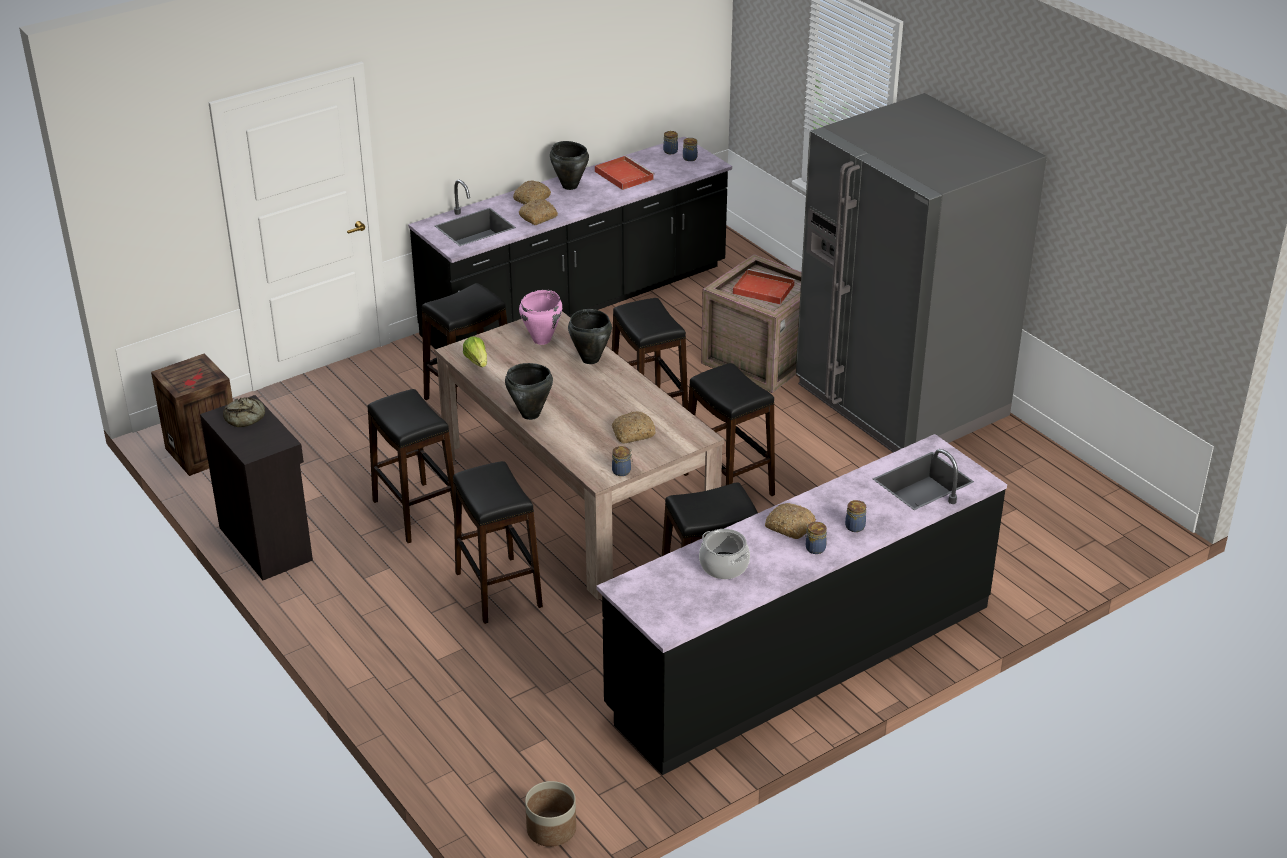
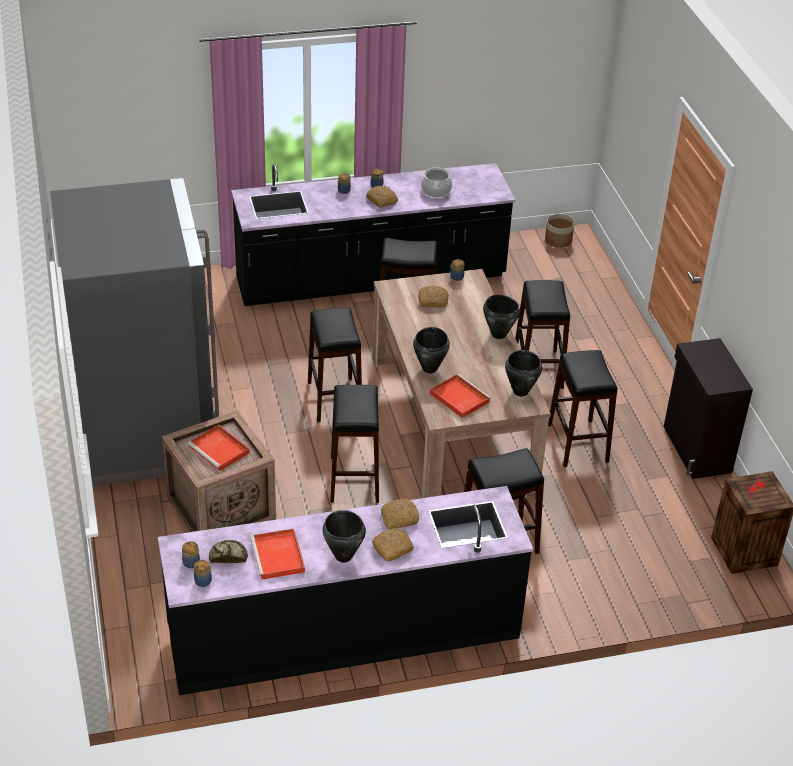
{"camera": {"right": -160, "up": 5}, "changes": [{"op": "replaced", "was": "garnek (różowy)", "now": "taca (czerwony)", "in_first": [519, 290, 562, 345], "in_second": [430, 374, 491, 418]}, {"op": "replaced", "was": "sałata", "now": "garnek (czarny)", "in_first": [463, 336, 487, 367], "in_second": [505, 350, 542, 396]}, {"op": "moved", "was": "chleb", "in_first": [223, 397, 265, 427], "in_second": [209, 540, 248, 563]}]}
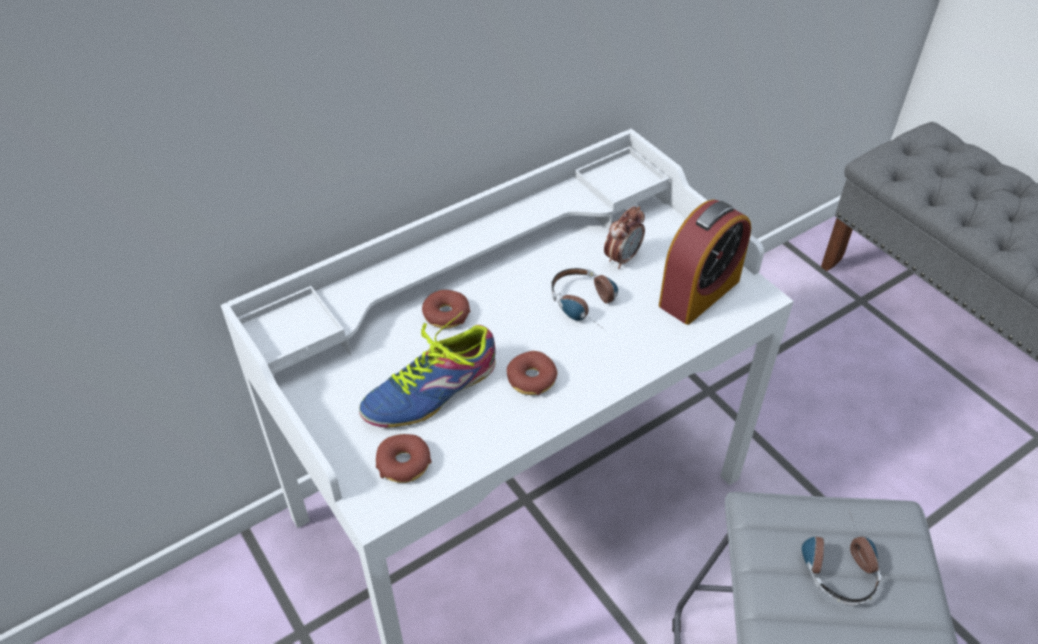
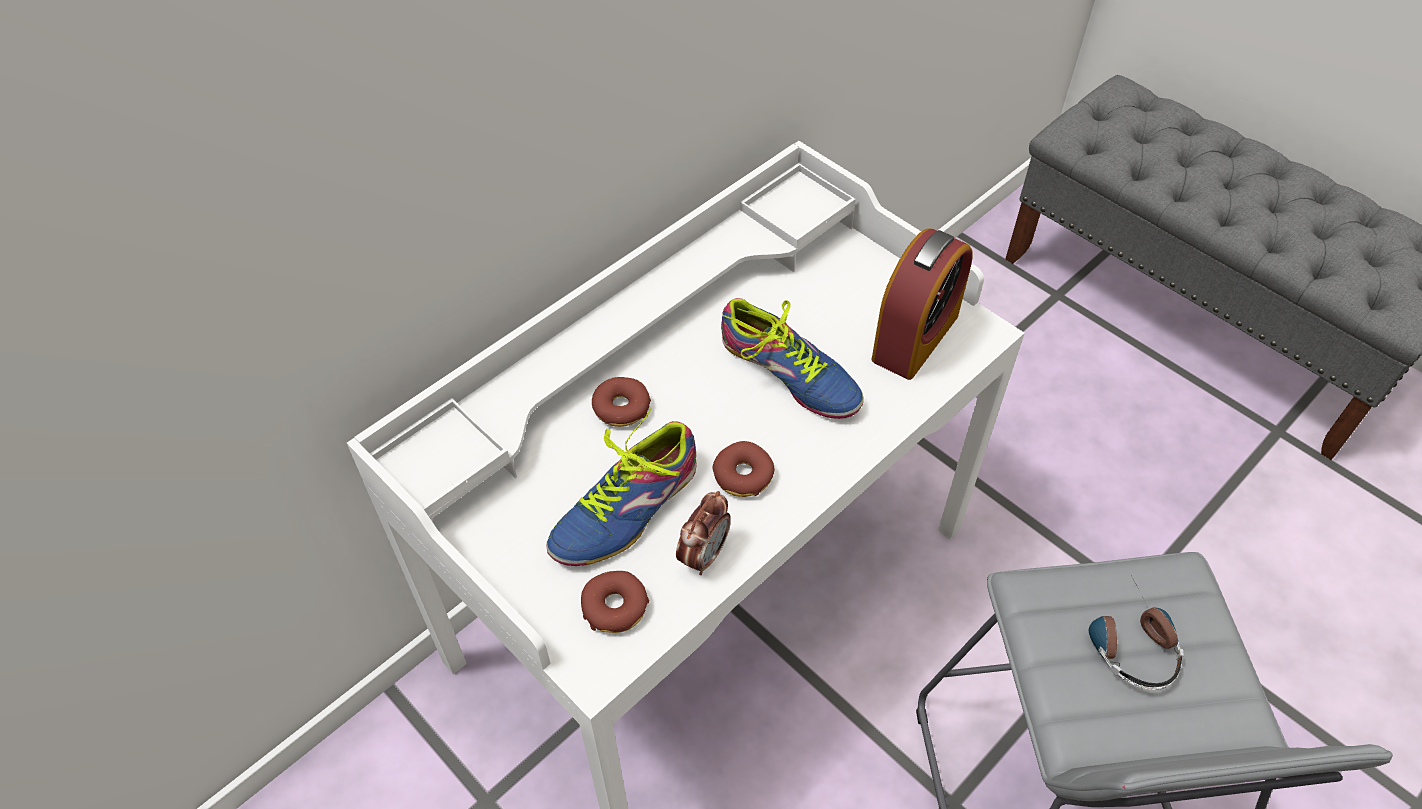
{"camera": {"right": -10, "up": 5}, "changes": [{"op": "moved", "was": "budzik", "in_first": [604, 206, 645, 269], "in_second": [676, 491, 731, 575]}, {"op": "replaced", "was": "słuchawki", "now": "but", "in_first": [551, 268, 618, 330], "in_second": [721, 298, 864, 419]}]}
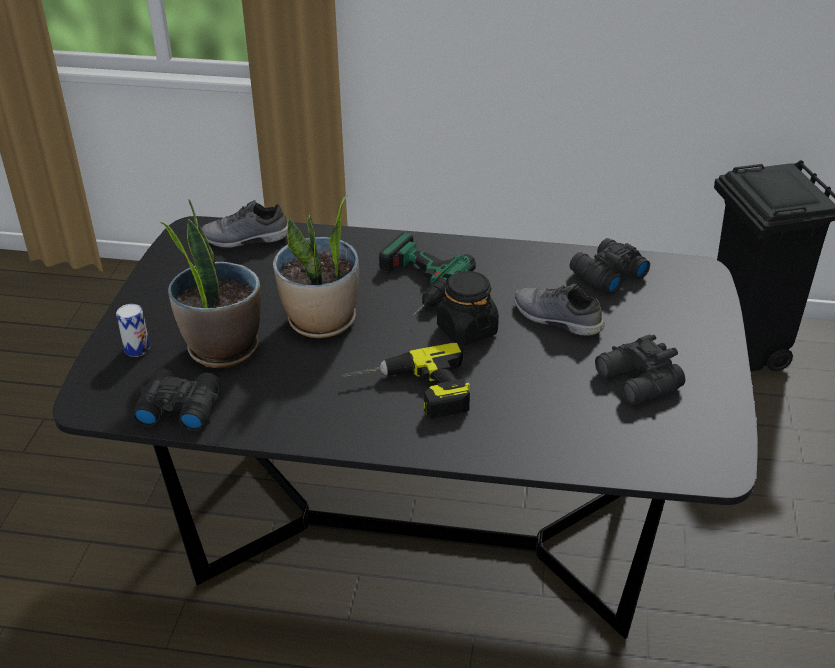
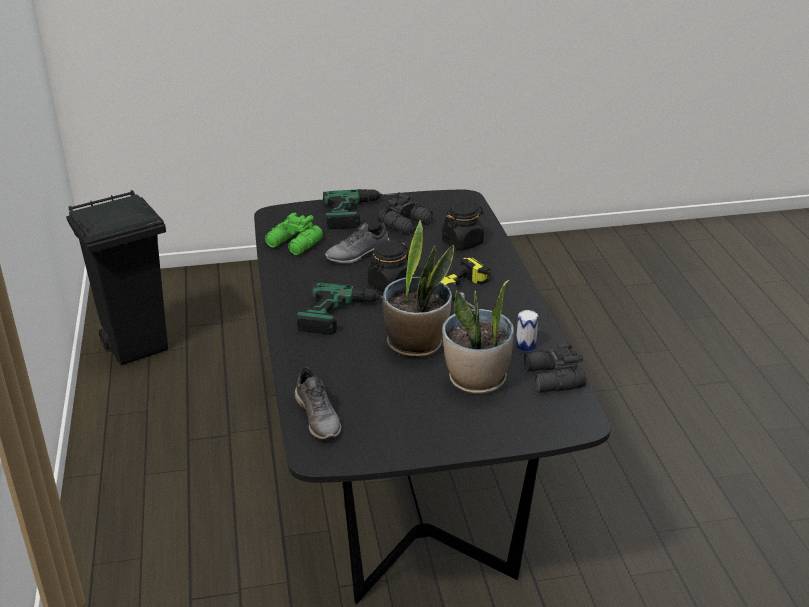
{"camera": {"right": -110, "up": -5}, "changes": [{"op": "recoloured", "was": "lornetka (czarny)", "now": "lornetka (zielony)", "in_first": [570, 238, 650, 294], "in_second": [265, 213, 323, 255]}, {"op": "turned", "was": "but (szary)", "in_first": [514, 284, 604, 336], "in_second": [324, 222, 389, 264], "clockwise": 45}, {"op": "moved", "was": "puszka", "in_first": [116, 304, 150, 357], "in_second": [516, 310, 538, 352]}, {"op": "added", "now": "wiertarka", "in_second": [323, 189, 395, 229]}, {"op": "added", "now": "słoik (czarny)", "in_second": [442, 201, 484, 250]}]}
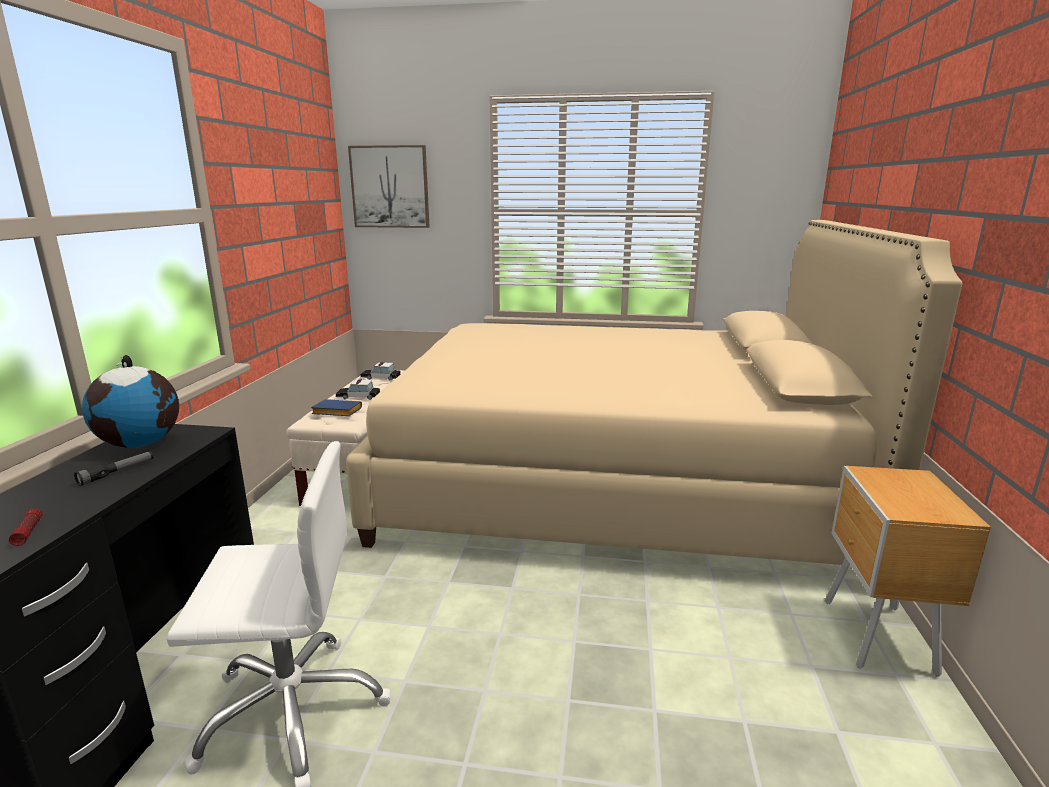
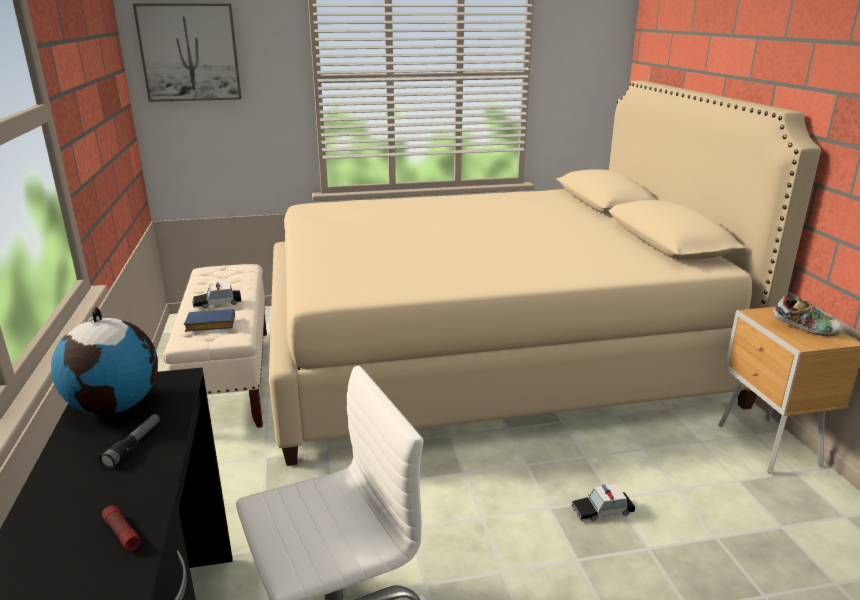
{"camera": {"right": -20, "up": 5}, "changes": [{"op": "moved", "was": "samochodzik", "in_first": [360, 361, 401, 381], "in_second": [571, 484, 635, 521]}, {"op": "added", "now": "but", "in_second": [773, 296, 843, 336]}]}
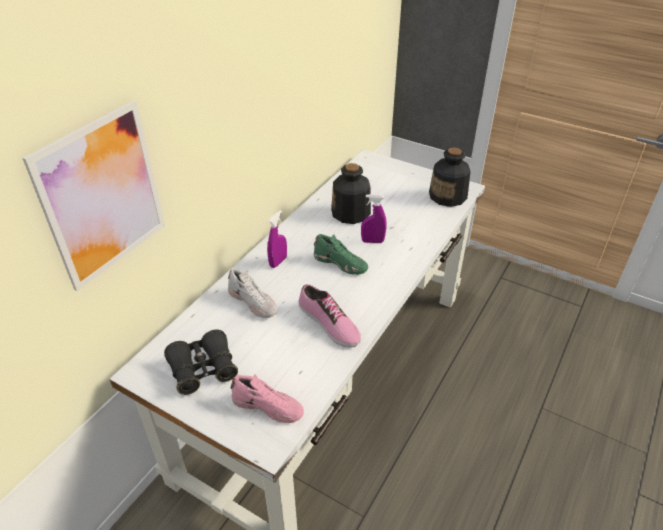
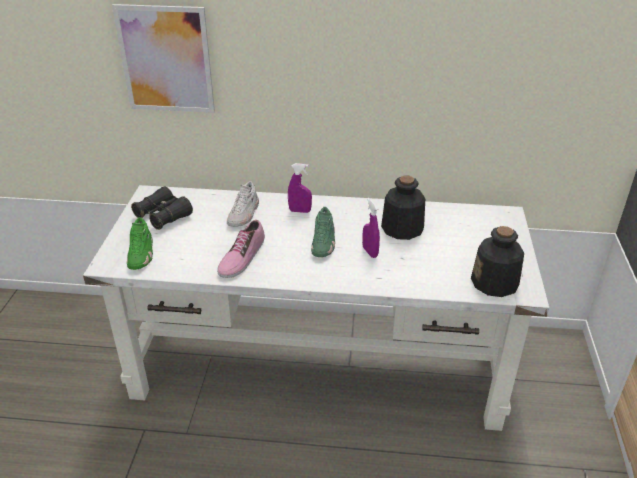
{"camera": {"right": 65, "up": -5}, "changes": [{"op": "recoloured", "was": "but (różowy)", "now": "but (zielony)", "in_first": [231, 374, 304, 423], "in_second": [127, 217, 153, 270]}]}
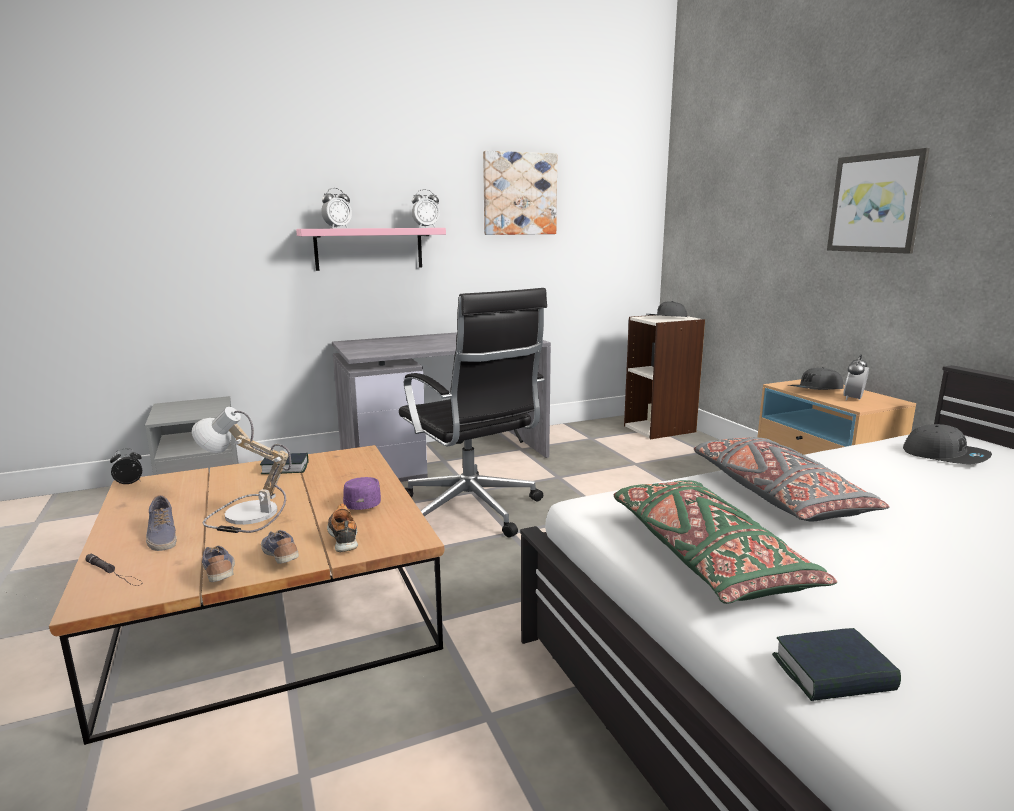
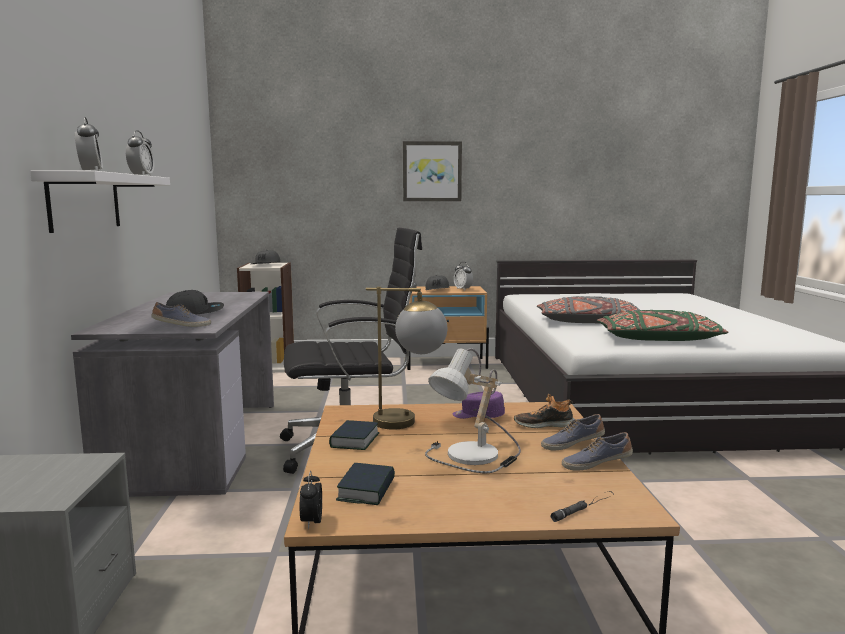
{"camera": {"right": -70, "up": -5}, "changes": [{"op": "removed", "was": "obraz", "in_first": [483, 151, 557, 235]}, {"op": "recoloured", "was": "półka (różowy)", "now": "półka (biały)", "in_first": [296, 228, 446, 271], "in_second": [30, 170, 170, 233]}, {"op": "moved", "was": "czapka z daszkiem (szary)", "in_first": [903, 424, 992, 464], "in_second": [166, 290, 224, 315]}, {"op": "moved", "was": "but", "in_first": [146, 495, 176, 551], "in_second": [151, 302, 211, 327]}, {"op": "moved", "was": "książka", "in_first": [772, 628, 901, 701], "in_second": [336, 463, 395, 505]}, {"op": "added", "now": "lampa stołowa", "in_second": [366, 286, 447, 430]}]}
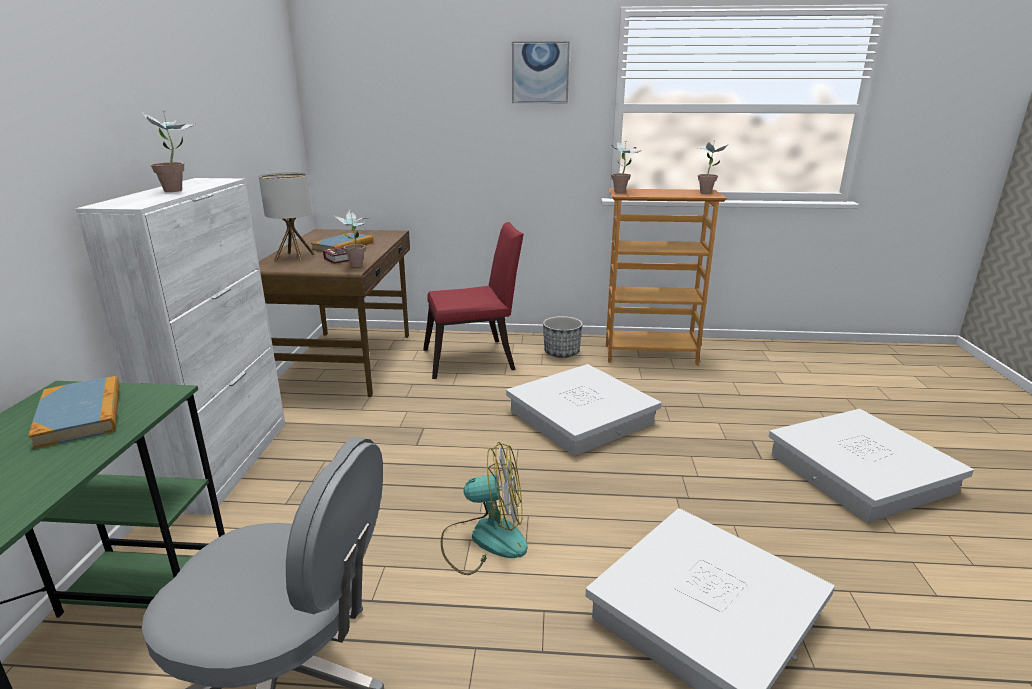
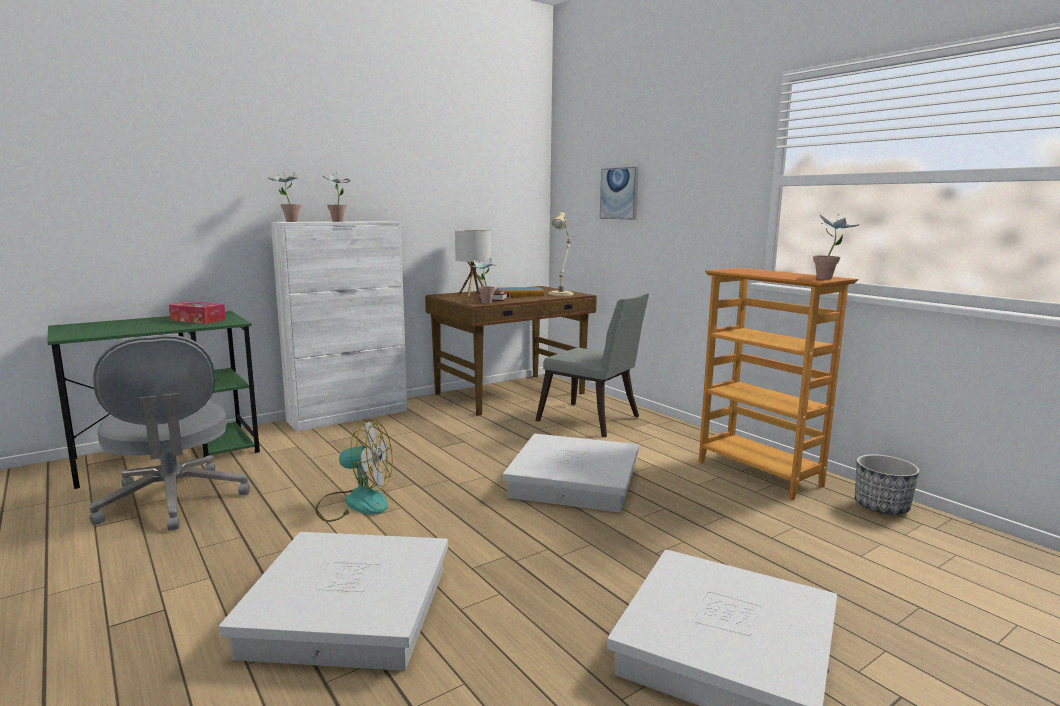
{"camera": {"right": 50, "up": -10}, "changes": [{"op": "moved", "was": "obraz", "in_first": [512, 41, 570, 103], "in_second": [600, 167, 639, 220]}, {"op": "moved", "was": "roślina doniczkowa", "in_first": [611, 140, 641, 193], "in_second": [269, 172, 301, 222]}, {"op": "recoloured", "was": "krzesło (czerwony)", "now": "krzesło (szary)", "in_first": [423, 222, 524, 379], "in_second": [535, 293, 649, 437]}, {"op": "moved", "was": "donica", "in_first": [543, 316, 583, 358], "in_second": [855, 454, 920, 515]}, {"op": "replaced", "was": "książka", "now": "pudełko chusteczek", "in_first": [28, 376, 119, 449], "in_second": [169, 301, 226, 324]}, {"op": "turned", "was": "wentylator", "in_first": [441, 442, 528, 575], "in_second": [315, 419, 393, 522], "clockwise": -45}, {"op": "added", "now": "lampa stołowa (beżowy)", "in_second": [548, 211, 573, 296]}]}
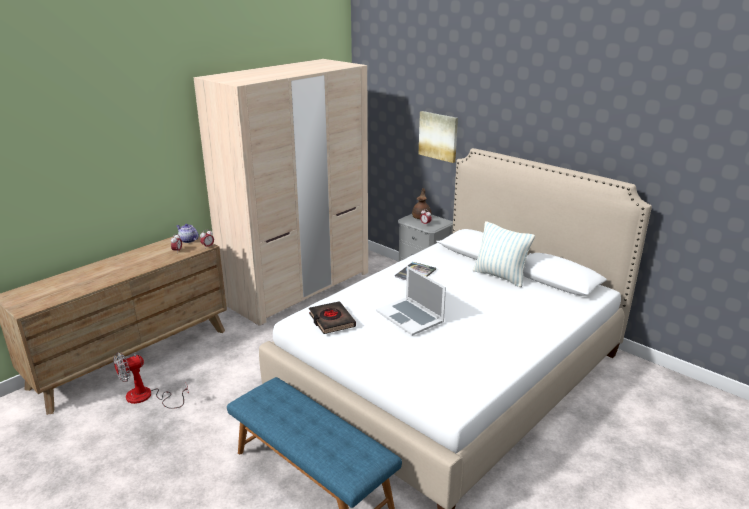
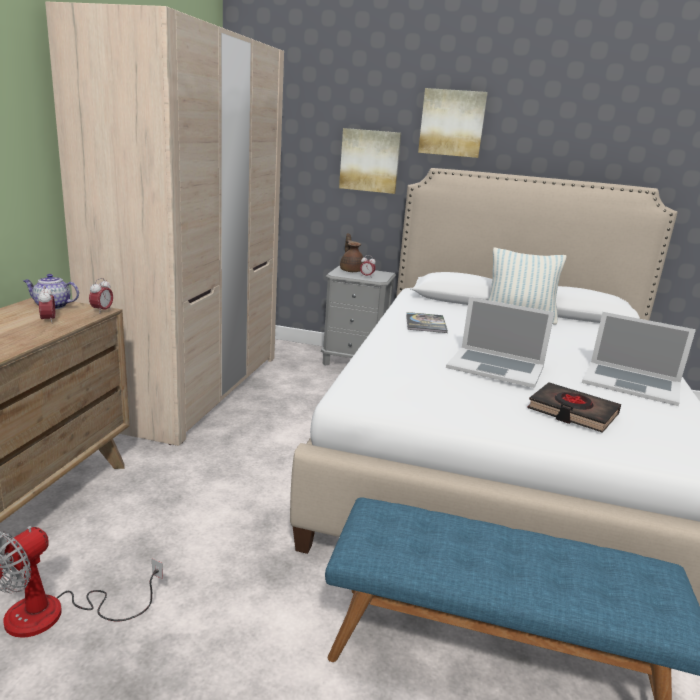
{"camera": {"right": -30, "up": -5}, "changes": [{"op": "moved", "was": "książka (czarny)", "in_first": [309, 301, 356, 334], "in_second": [527, 383, 621, 433]}, {"op": "added", "now": "obraz", "in_second": [418, 88, 488, 158]}, {"op": "added", "now": "laptop", "in_second": [582, 312, 696, 406]}]}
